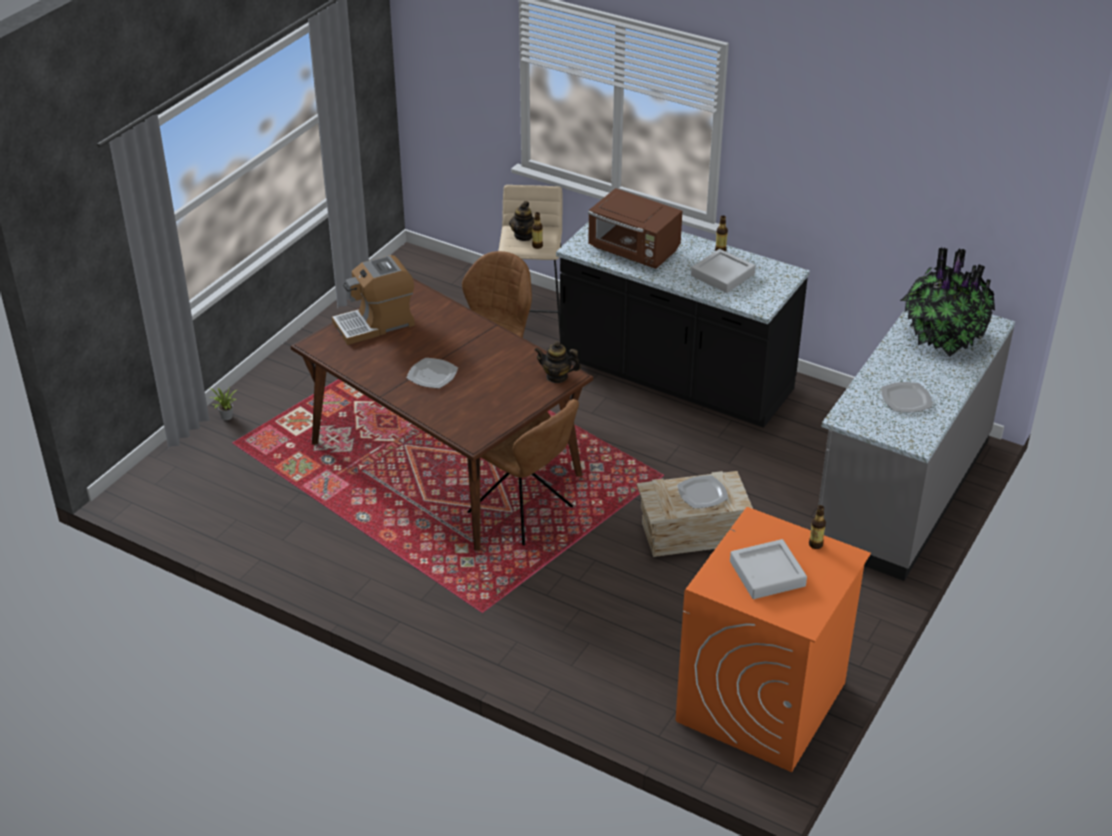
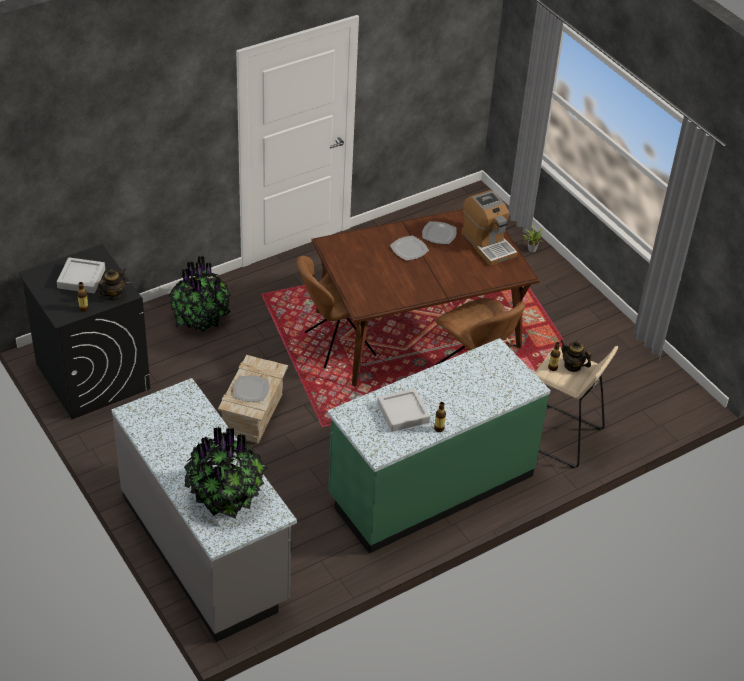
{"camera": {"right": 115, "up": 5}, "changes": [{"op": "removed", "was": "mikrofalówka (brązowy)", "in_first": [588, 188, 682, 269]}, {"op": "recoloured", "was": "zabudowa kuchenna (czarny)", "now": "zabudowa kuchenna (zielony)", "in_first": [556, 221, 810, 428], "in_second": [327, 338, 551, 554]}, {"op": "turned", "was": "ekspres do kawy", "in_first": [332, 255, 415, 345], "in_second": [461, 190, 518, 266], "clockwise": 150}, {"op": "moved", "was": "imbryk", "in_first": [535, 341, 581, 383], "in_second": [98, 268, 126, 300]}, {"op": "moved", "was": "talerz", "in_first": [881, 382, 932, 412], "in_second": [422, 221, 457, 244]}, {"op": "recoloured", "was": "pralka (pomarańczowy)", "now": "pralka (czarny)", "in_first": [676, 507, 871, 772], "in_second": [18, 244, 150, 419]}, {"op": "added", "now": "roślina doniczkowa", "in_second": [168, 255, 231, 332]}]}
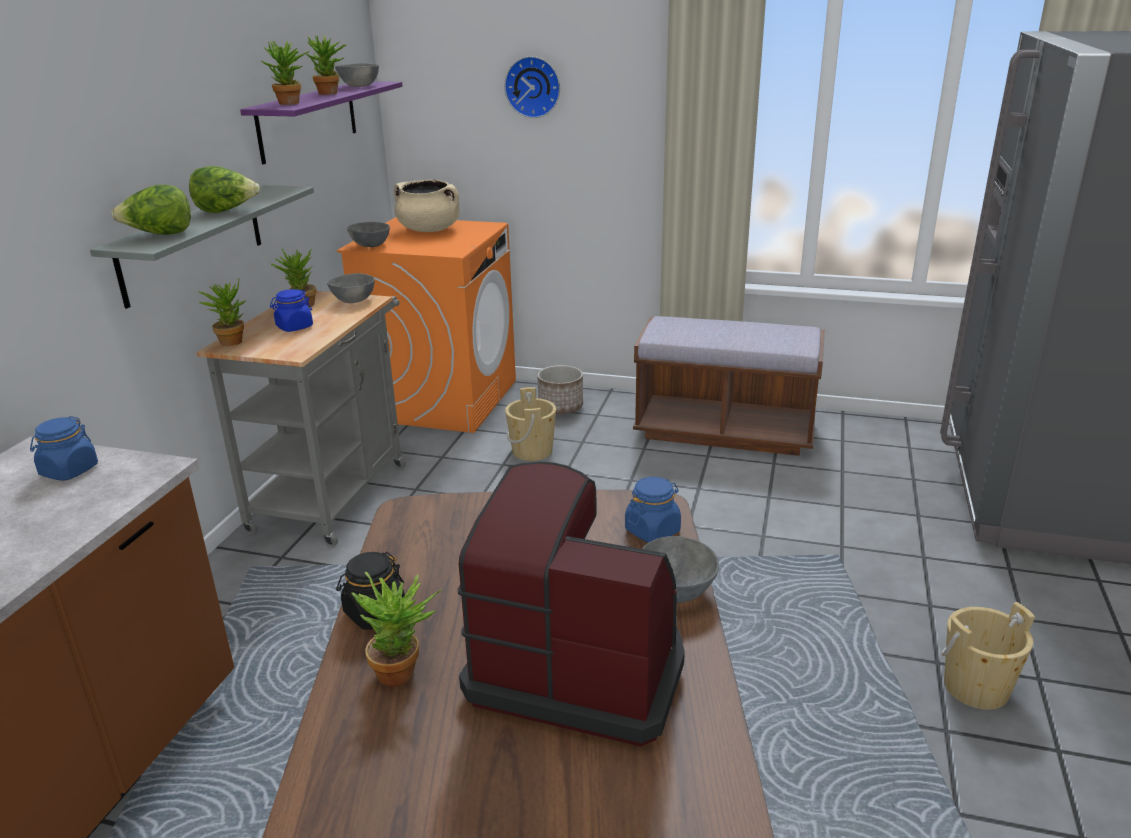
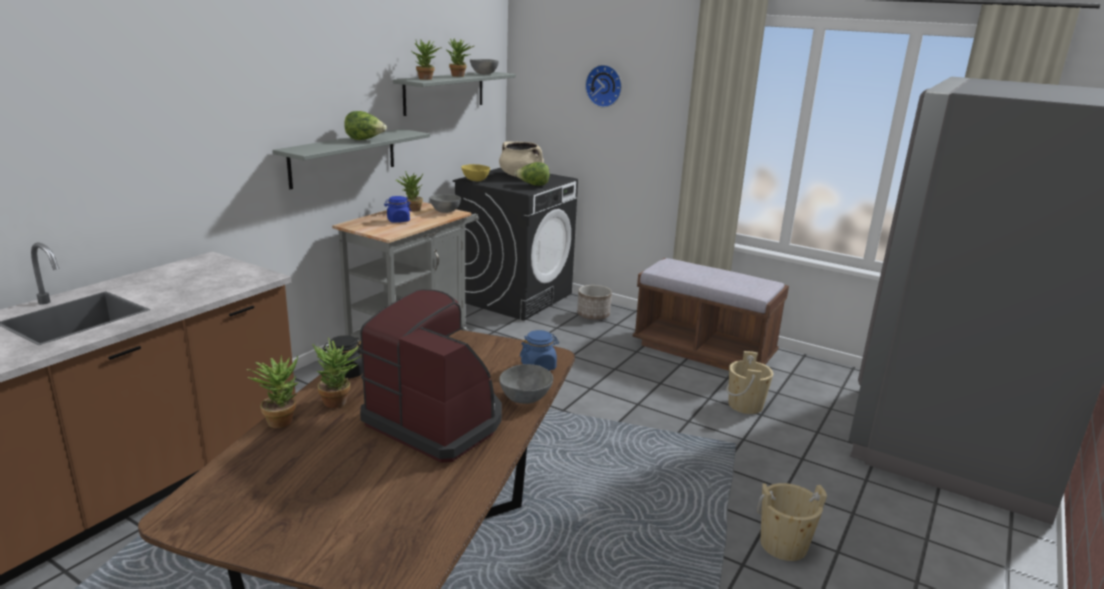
{"camera": {"right": 15, "up": -5}, "changes": [{"op": "recoloured", "was": "półka (fioletowy)", "now": "półka (szary)", "in_first": [240, 81, 403, 164], "in_second": [393, 72, 516, 116]}, {"op": "moved", "was": "sałata", "in_first": [111, 185, 191, 235], "in_second": [514, 162, 550, 186]}, {"op": "recoloured", "was": "pralka (pomarańczowy)", "now": "pralka (czarny)", "in_first": [337, 217, 516, 433], "in_second": [453, 168, 578, 321]}, {"op": "recoloured", "was": "miska (szary)", "now": "miska (żółty)", "in_first": [347, 222, 390, 247], "in_second": [461, 164, 490, 181]}, {"op": "moved", "was": "roślina doniczkowa", "in_first": [199, 278, 246, 346], "in_second": [247, 355, 298, 428]}, {"op": "moved", "was": "wiadro (beżowy)", "in_first": [505, 387, 556, 461], "in_second": [726, 351, 774, 414]}, {"op": "removed", "was": "słoik (niebieski)", "in_first": [30, 416, 98, 481]}]}
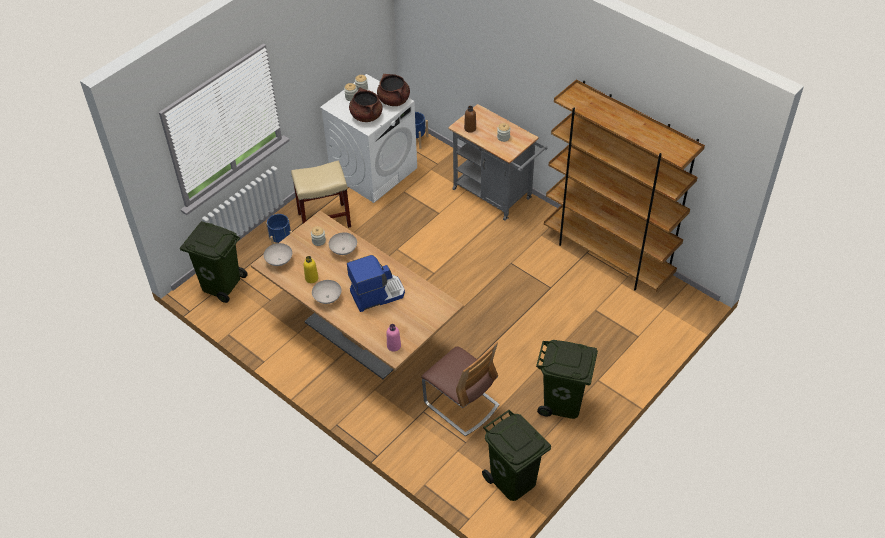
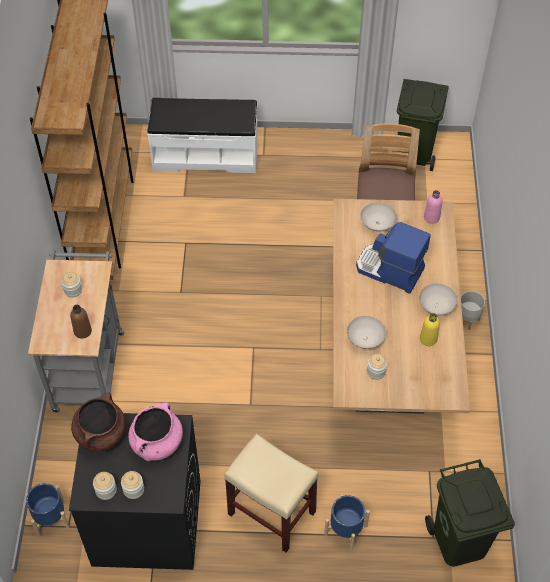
{"camera": {"right": -130, "up": 5}, "changes": [{"op": "recoloured", "was": "pralka (biały)", "now": "pralka (czarny)", "in_first": [320, 74, 417, 203], "in_second": [69, 413, 201, 570]}, {"op": "recoloured", "was": "garnek (brązowy)", "now": "garnek (różowy)", "in_first": [349, 88, 383, 122], "in_second": [128, 403, 183, 461]}, {"op": "moved", "was": "miska (biały)", "in_first": [264, 243, 292, 266], "in_second": [361, 203, 396, 232]}, {"op": "removed", "was": "kosz na śmieci (zielony)", "in_first": [536, 340, 598, 419]}, {"op": "added", "now": "ławka (biały)", "in_second": [147, 98, 258, 173]}, {"op": "added", "now": "donica (szary)", "in_second": [461, 291, 485, 330]}]}
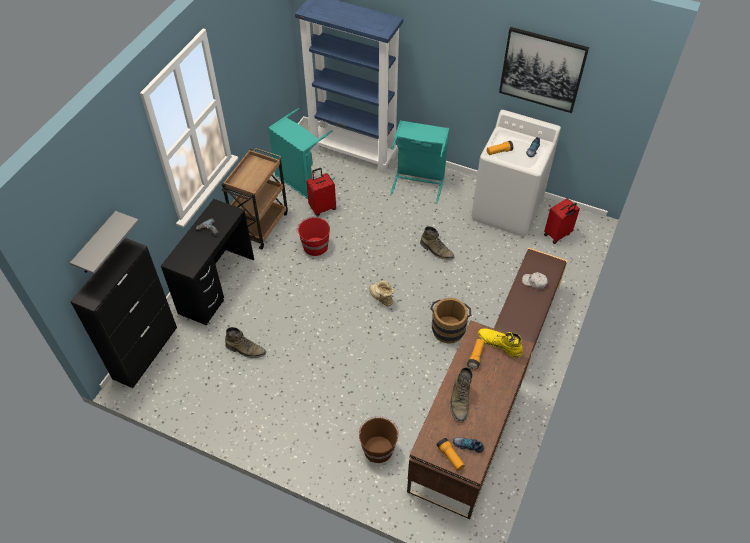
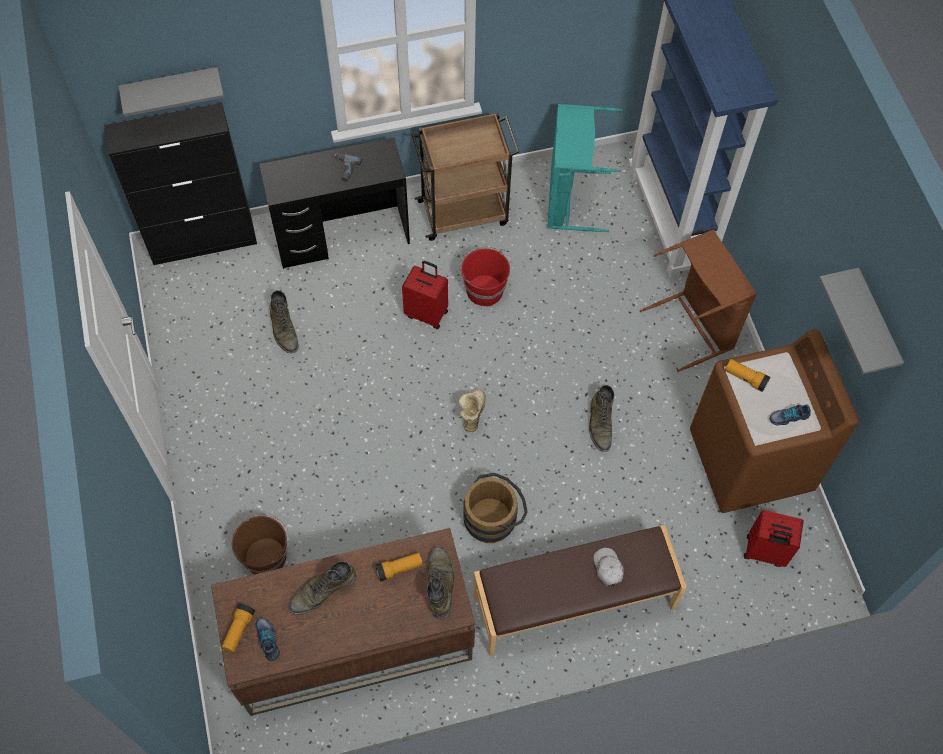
{"camera": {"right": 50, "up": 10}, "changes": [{"op": "replaced", "was": "obraz", "now": "półka (szary)", "in_first": [499, 27, 589, 113], "in_second": [819, 268, 904, 374]}, {"op": "recoloured", "was": "pralka (biały)", "now": "pralka (brązowy)", "in_first": [471, 110, 561, 237], "in_second": [690, 329, 859, 513]}, {"op": "recoloured", "was": "kosz na pranie (turkusowy)", "now": "kosz na pranie (brązowy)", "in_first": [390, 120, 449, 203], "in_second": [640, 229, 757, 372]}, {"op": "moved", "was": "walizka (czerwony)", "in_first": [306, 168, 336, 216], "in_second": [402, 261, 448, 329]}, {"op": "recoloured", "was": "but z cholewką (żółty)", "now": "but z cholewką (zielony)", "in_first": [478, 328, 523, 358], "in_second": [427, 547, 455, 620]}]}
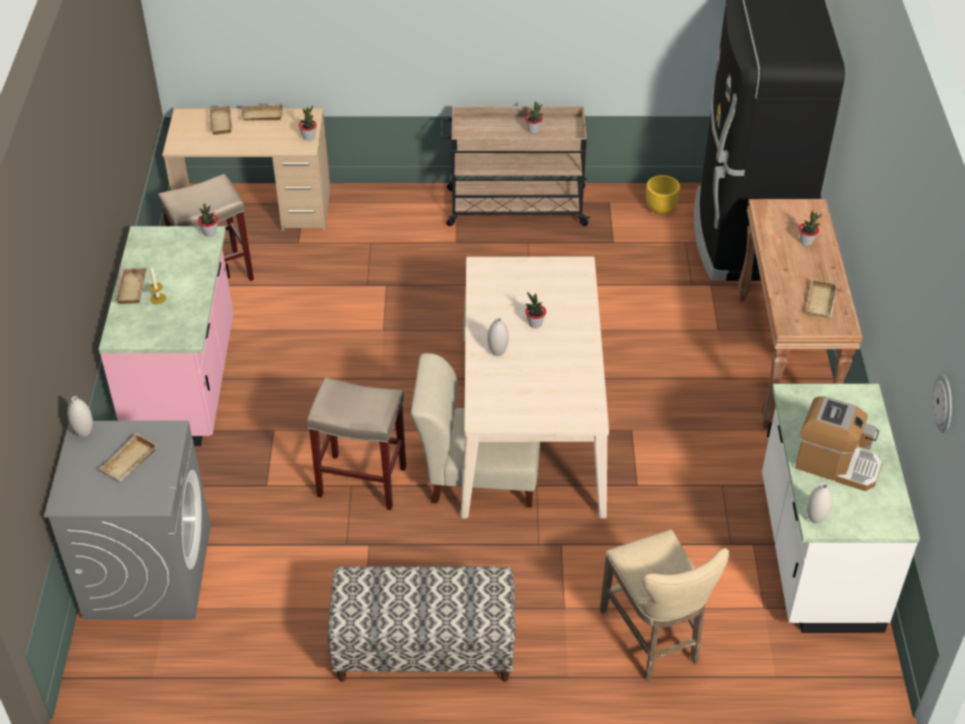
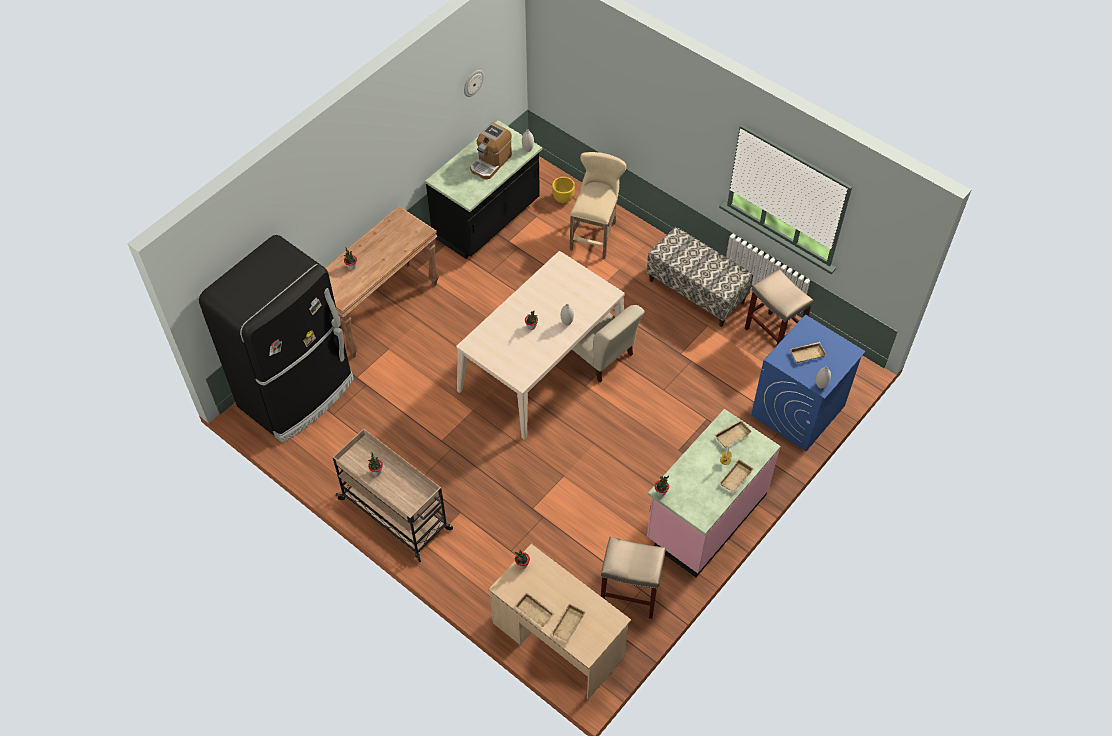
{"camera": {"right": -140, "up": 10}, "changes": [{"op": "moved", "was": "donica (żółty)", "in_first": [646, 175, 680, 215], "in_second": [552, 177, 575, 203]}, {"op": "moved", "was": "taca (beżowy)", "in_first": [806, 278, 838, 318], "in_second": [715, 420, 752, 448]}, {"op": "moved", "was": "stołek (beżowy)", "in_first": [306, 377, 406, 510], "in_second": [745, 269, 813, 346]}, {"op": "recoloured", "was": "zabudowa kuchenna (biały)", "now": "zabudowa kuchenna (czarny)", "in_first": [762, 384, 920, 633], "in_second": [425, 120, 542, 259]}, {"op": "turned", "was": "ekspres do kawy", "in_first": [795, 396, 882, 491], "in_second": [470, 122, 512, 179], "clockwise": -120}, {"op": "recoloured", "was": "pralka (szary)", "now": "pralka (niebieski)", "in_first": [44, 421, 211, 620], "in_second": [751, 315, 866, 451]}]}
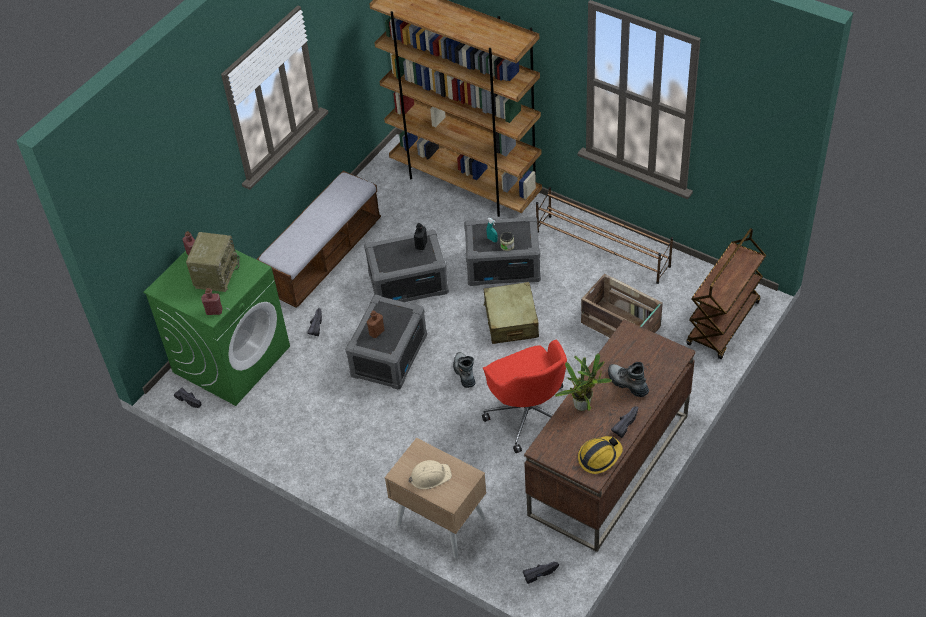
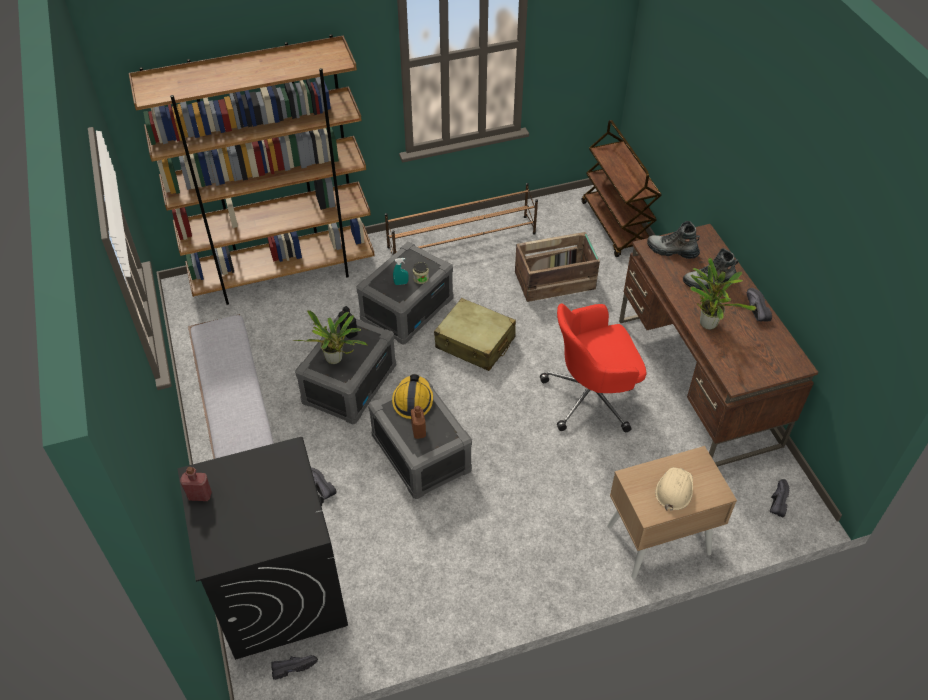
{"camera": {"right": -55, "up": 0}, "changes": [{"op": "removed", "was": "radio", "in_first": [186, 232, 239, 292]}, {"op": "recoloured", "was": "pralka (zielony)", "now": "pralka (czarny)", "in_first": [143, 250, 290, 406], "in_second": [177, 437, 348, 660]}, {"op": "removed", "was": "butelka (czerwony)", "in_first": [201, 288, 223, 315]}, {"op": "turned", "was": "krzesło biurowe (czerwony)", "in_first": [482, 340, 567, 453], "in_second": [540, 303, 646, 432], "clockwise": 150}, {"op": "moved", "was": "but z cholewką", "in_first": [453, 352, 476, 388], "in_second": [647, 221, 700, 259]}, {"op": "moved", "was": "kask", "in_first": [578, 436, 623, 474], "in_second": [392, 374, 433, 419]}, {"op": "added", "now": "roślina doniczkowa", "in_second": [293, 310, 368, 364]}]}
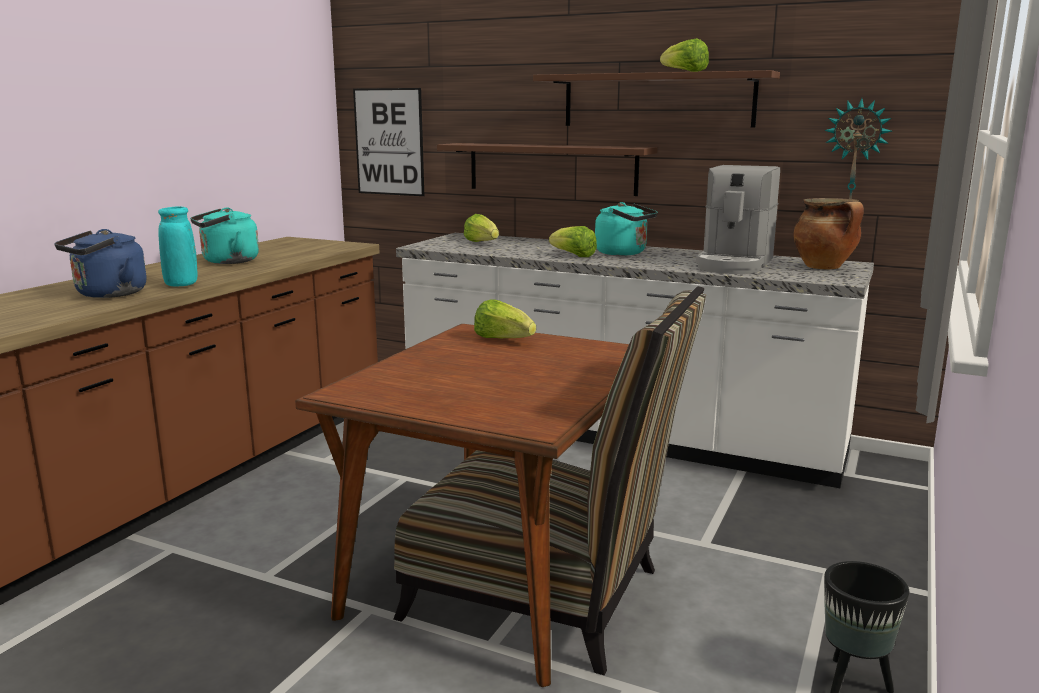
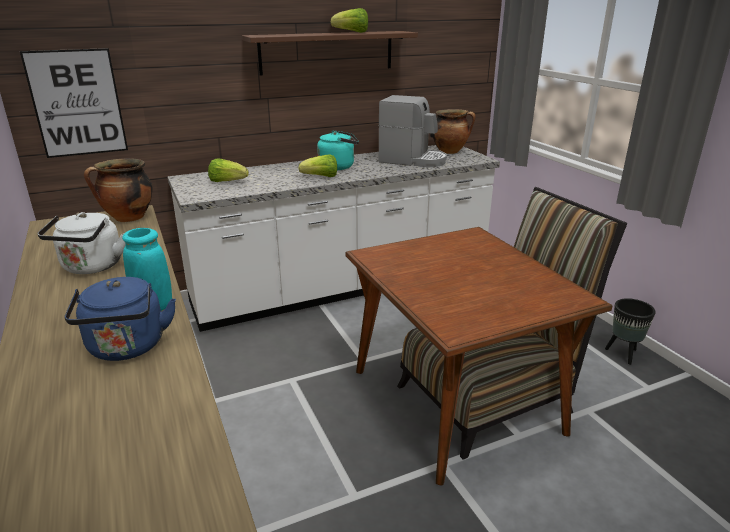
{"camera": {"right": -50, "up": 10}, "changes": [{"op": "removed", "was": "zegar ścienny", "in_first": [825, 98, 892, 199]}, {"op": "removed", "was": "półka (brązowy)", "in_first": [437, 143, 658, 196]}, {"op": "turned", "was": "ekspres do kawy", "in_first": [696, 165, 780, 274], "in_second": [379, 95, 447, 167], "clockwise": -45}, {"op": "recoloured", "was": "czajnik (turkusowy)", "now": "czajnik (biały)", "in_first": [190, 208, 259, 264], "in_second": [37, 212, 126, 274]}, {"op": "removed", "was": "sałata", "in_first": [474, 300, 536, 338]}, {"op": "added", "now": "garnek", "in_second": [84, 158, 153, 222]}]}
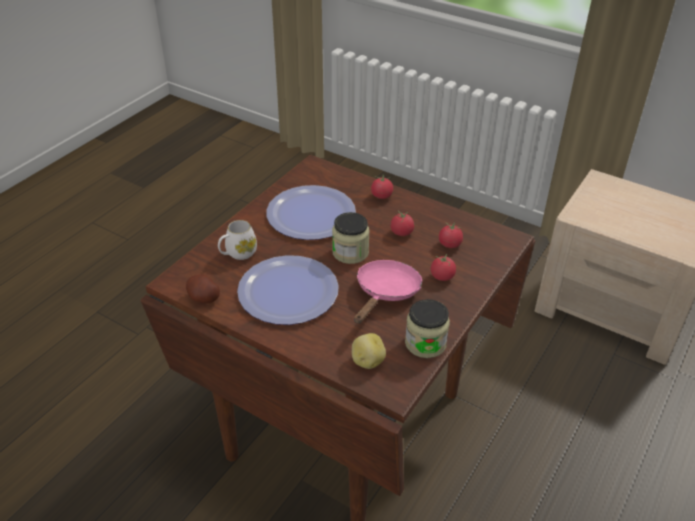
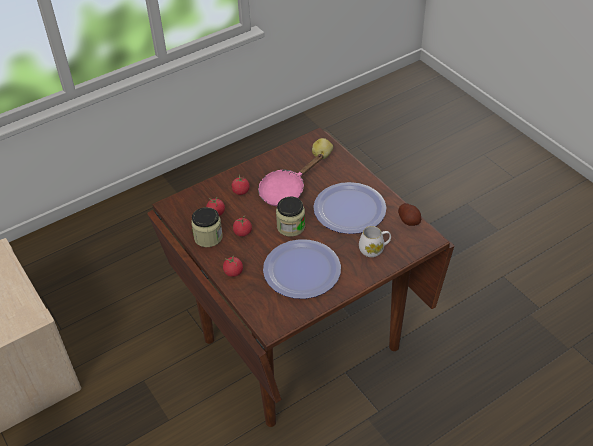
{"camera": {"right": -155, "up": 5}, "changes": [{"op": "moved", "was": "słoik", "in_first": [405, 299, 450, 358], "in_second": [191, 207, 223, 247]}]}
